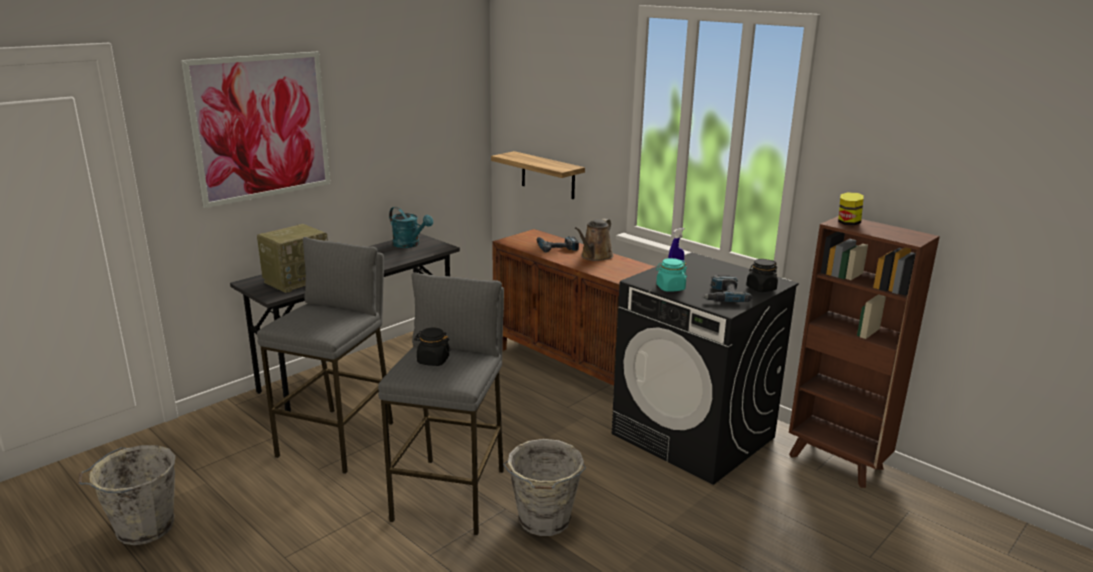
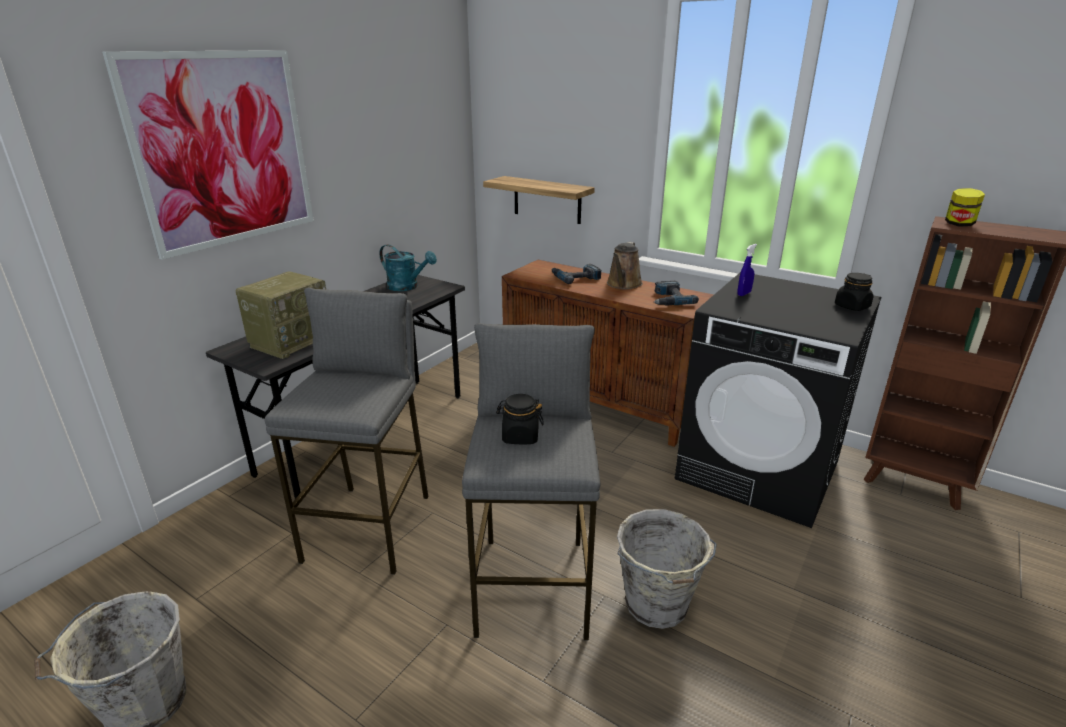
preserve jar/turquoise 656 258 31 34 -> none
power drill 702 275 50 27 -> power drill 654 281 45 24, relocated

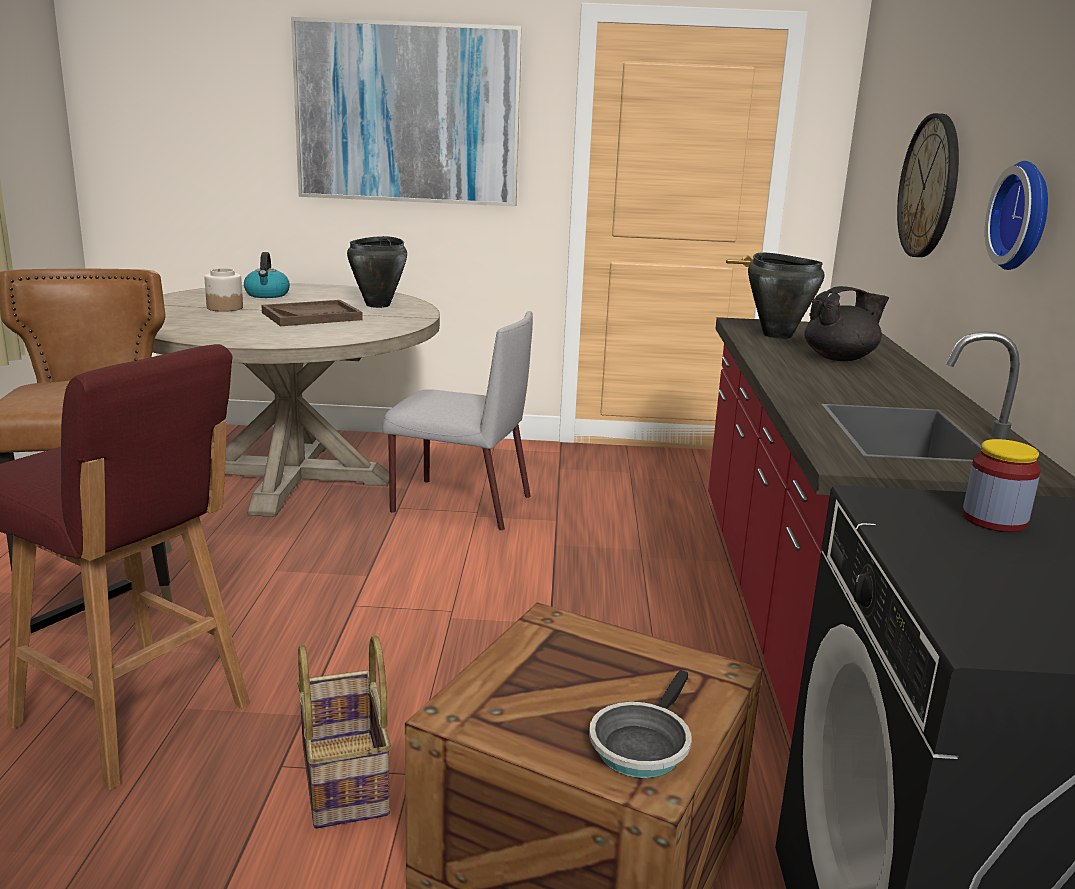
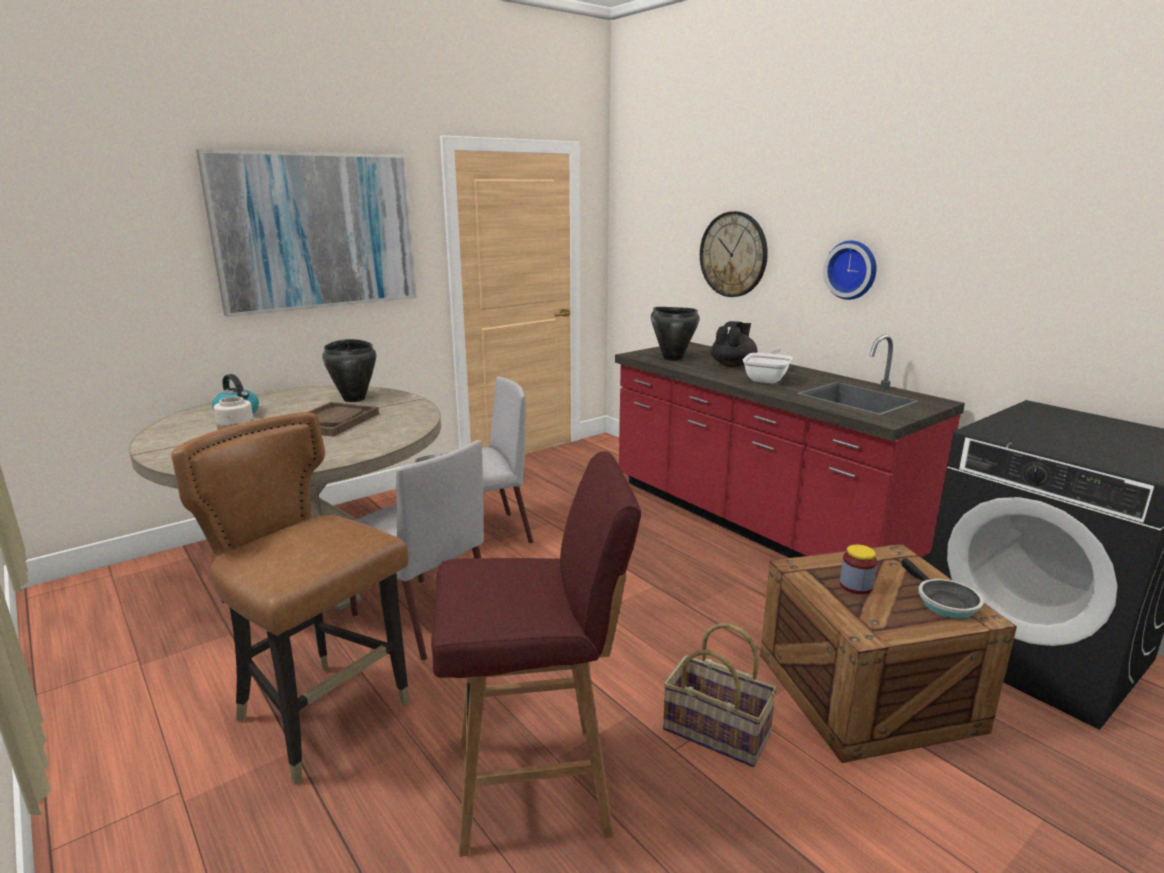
none -> plain chair/gray 350 440 133 221
none -> skillet 743 347 50 37
preserve jar 962 439 79 93 -> preserve jar 840 544 37 50, relocated

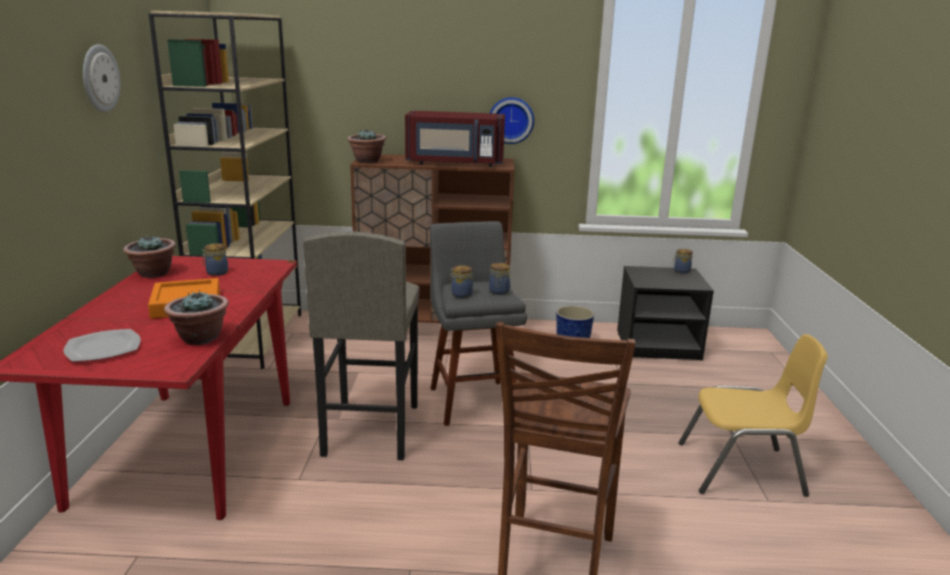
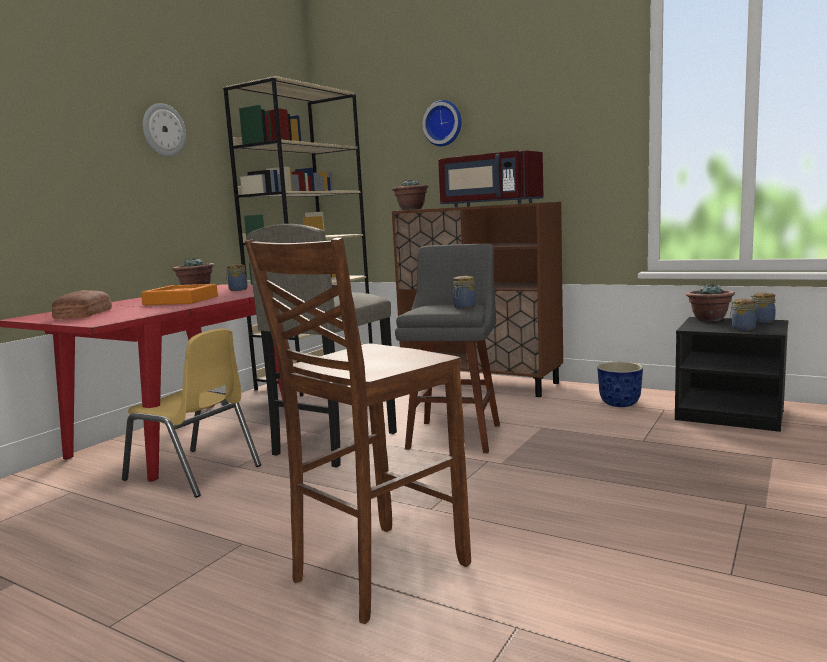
plant in a pot 164 290 65 55 -> plant in a pot 686 283 49 39, relocated
preserve jar 449 265 24 33 -> preserve jar 730 299 26 32, relocated
wall clock 490 97 44 47 -> wall clock 422 100 40 46, relocated
plain chair/yellow-coloured 679 334 149 163 -> plain chair/yellow-coloured 122 328 139 170, relocated
flat dish 63 329 78 33 -> bakery bread 52 290 60 29

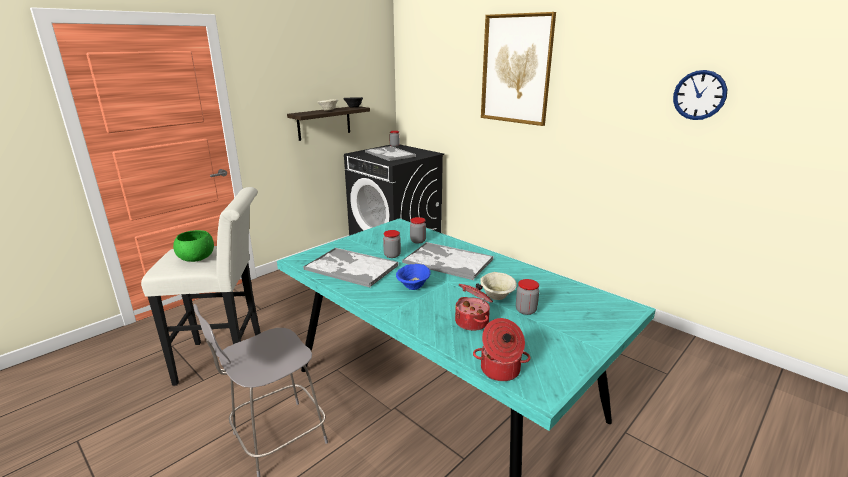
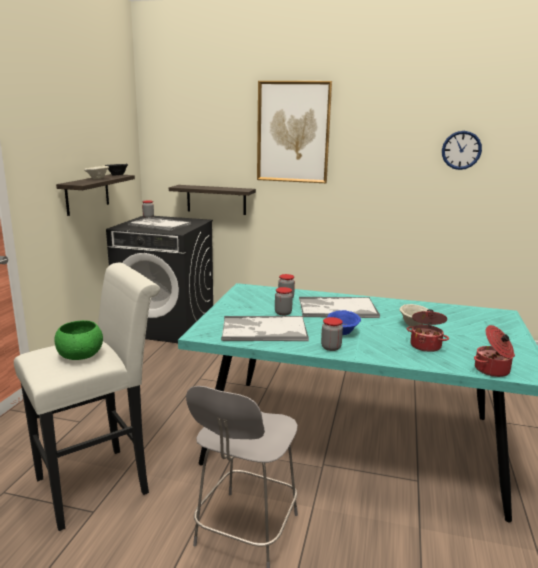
none -> shelf 169 185 87 30
preserve jar 516 279 23 36 -> preserve jar 321 317 22 34, relocated

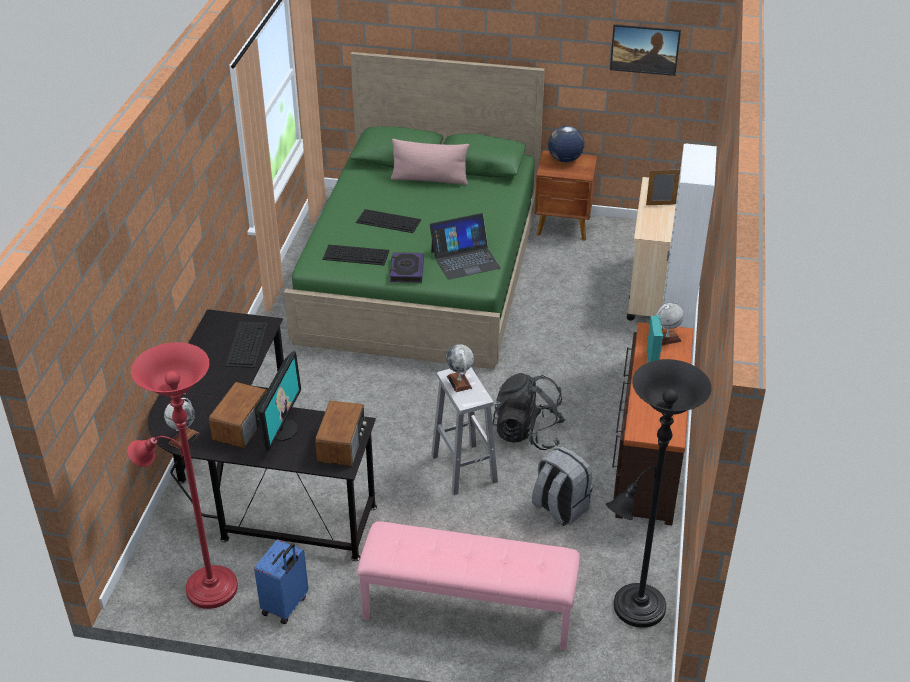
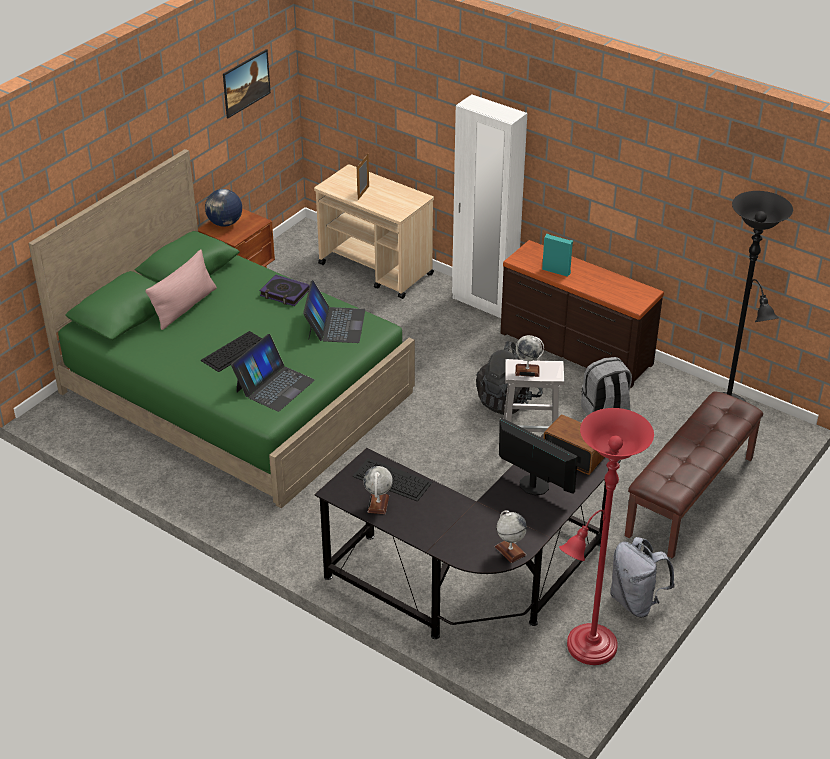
radio set 209 382 58 67 -> none
book 390 252 34 31 -> book 260 275 49 31, relocated
globe 656 302 28 44 -> globe 363 466 30 48, relocated
suitcase/blue-coloured 254 539 55 85 -> knapsack/gray 610 537 65 80
PC keyboard 322 245 68 20 -> portable computer 231 334 84 78
long seat/pinkish 357 522 223 128 -> long seat/brownish 625 391 138 168

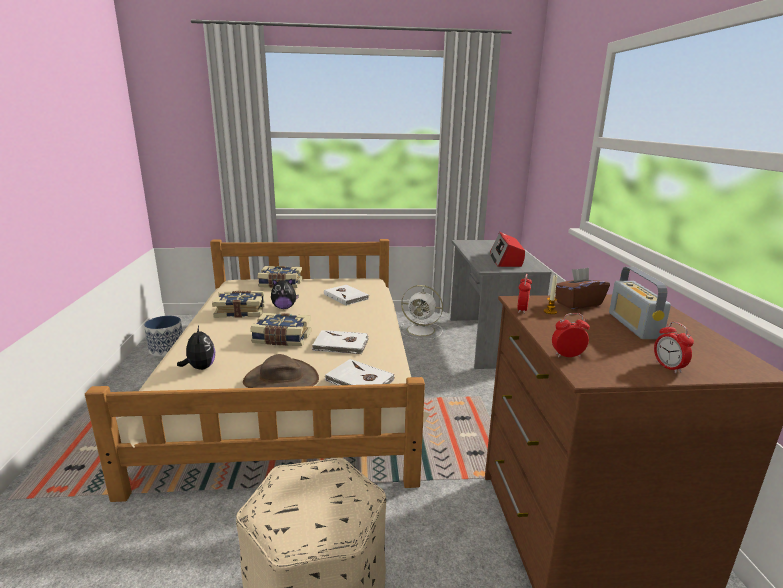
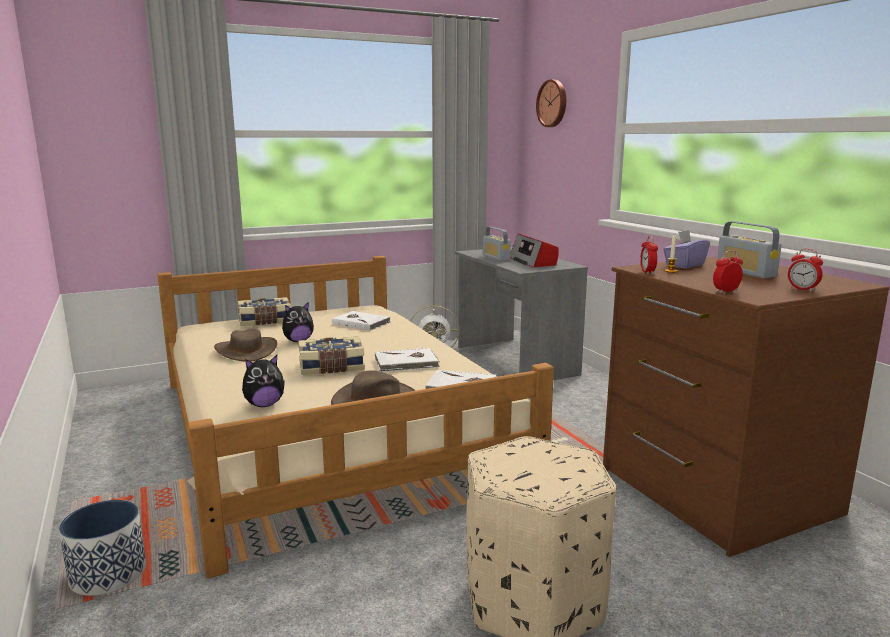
none -> radio set 483 227 28 34
none -> wall clock 536 79 30 48
flower pot 144 316 39 40 -> flower pot 59 500 87 96, relocated
book 212 291 53 27 -> wearable hat/brownish 214 328 63 34
tissue box/brownish 555 268 55 42 -> tissue box/purplish 663 230 47 39
soft toy 177 326 38 44 -> soft toy 242 355 43 52, 105 degrees clockwise

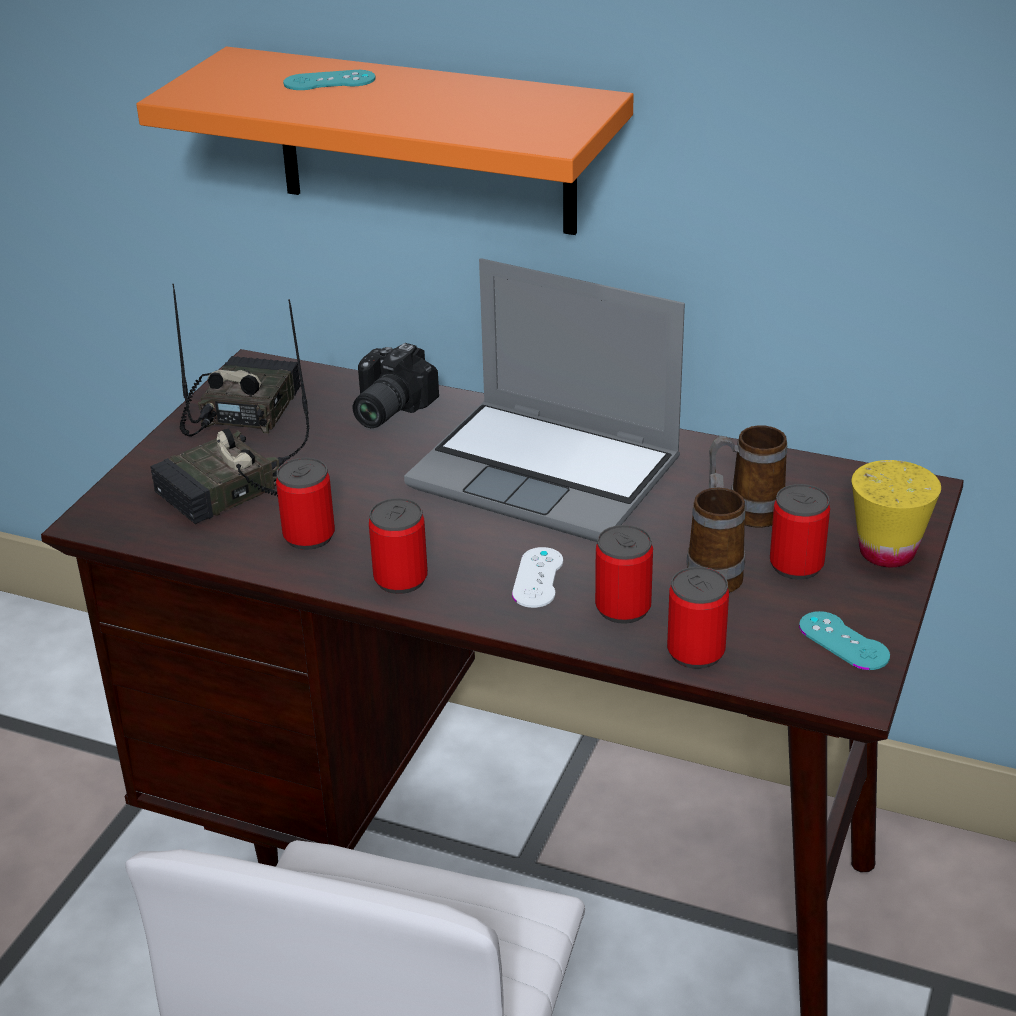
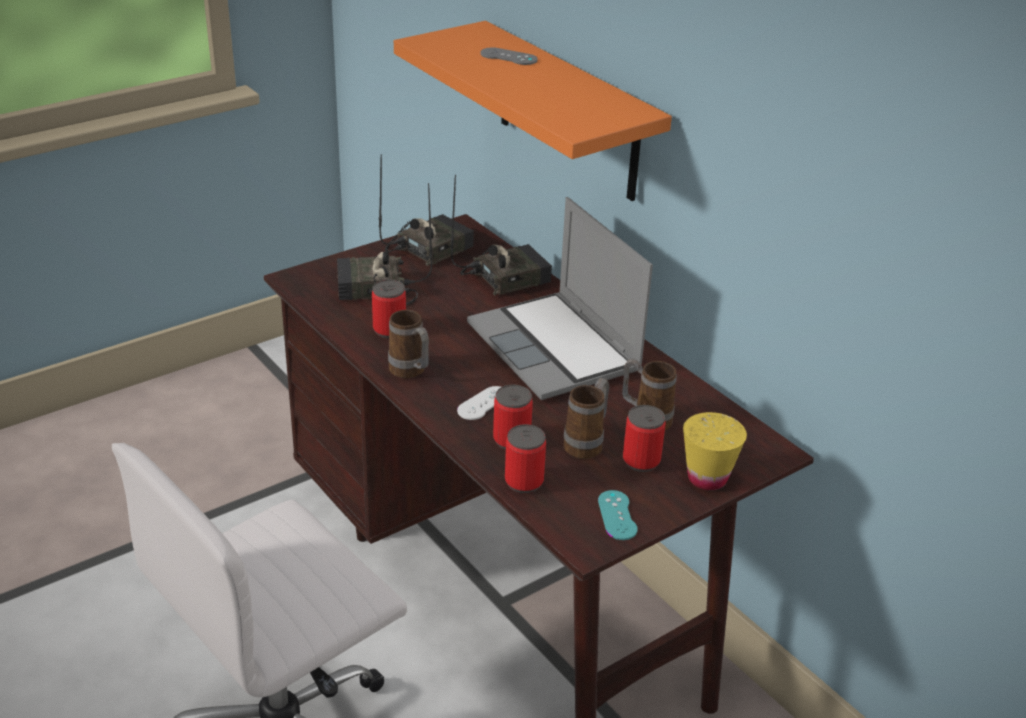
photo camera 352 343 87 85 -> radio set 450 175 102 120
sealed can 369 498 59 96 -> coffee mug 388 310 41 68
game controller/turquoise 283 70 93 20 -> game controller/gray 480 47 58 18

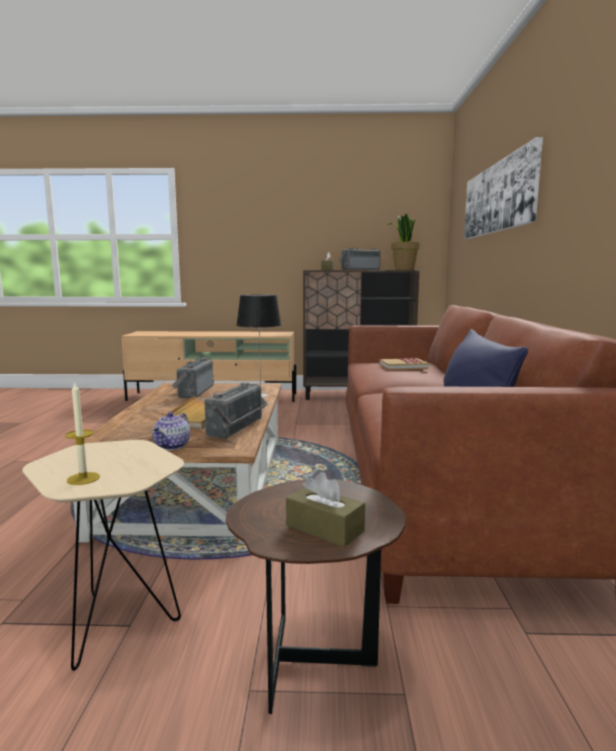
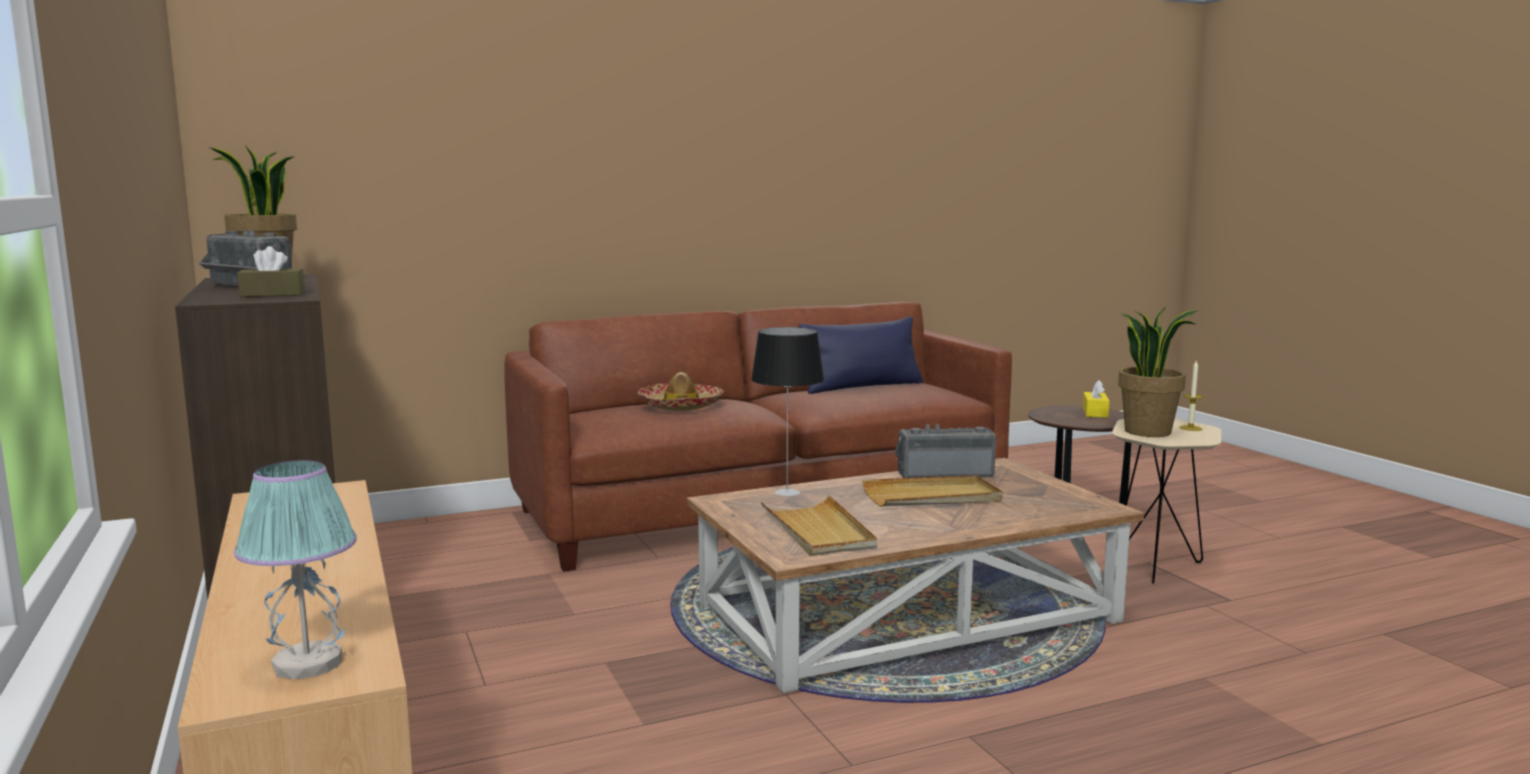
teapot 152 412 38 38 -> none
wall picture 464 137 79 102 -> none
none -> table lamp 234 460 123 219
none -> plant in a pot 1118 308 81 129
radio set 172 358 41 40 -> serving tray/beige 761 495 116 61
book 379 358 50 12 -> wearable hat 638 372 86 39
tissue box/brownish 286 472 79 75 -> tissue box/yellow-coloured 1083 380 27 38

